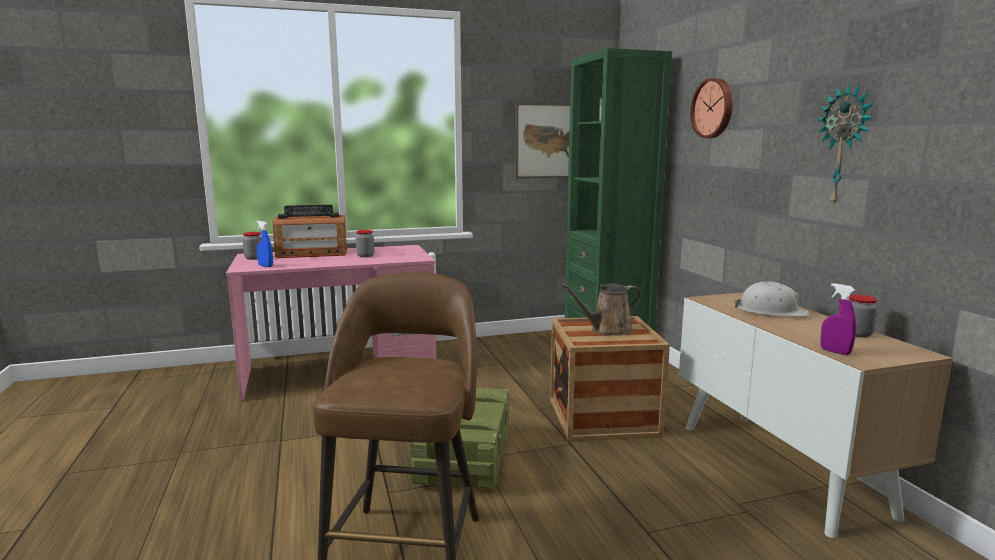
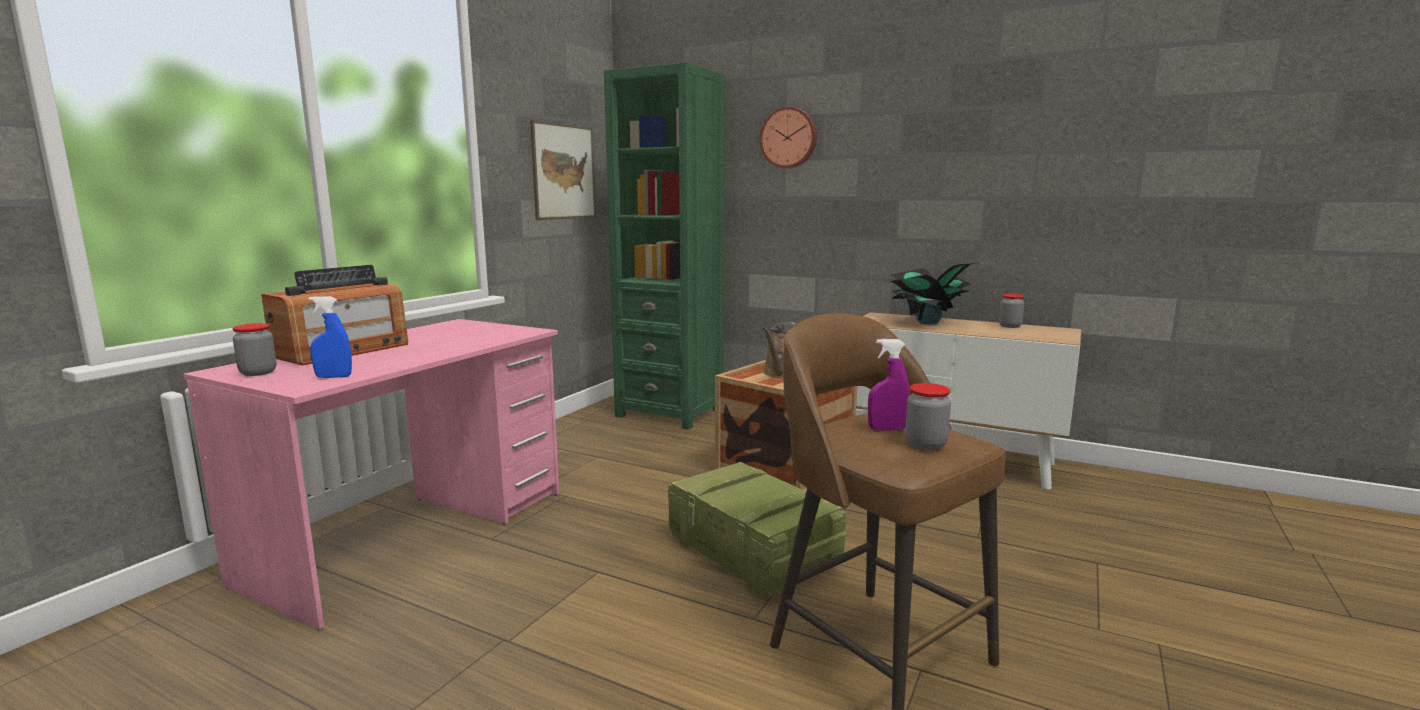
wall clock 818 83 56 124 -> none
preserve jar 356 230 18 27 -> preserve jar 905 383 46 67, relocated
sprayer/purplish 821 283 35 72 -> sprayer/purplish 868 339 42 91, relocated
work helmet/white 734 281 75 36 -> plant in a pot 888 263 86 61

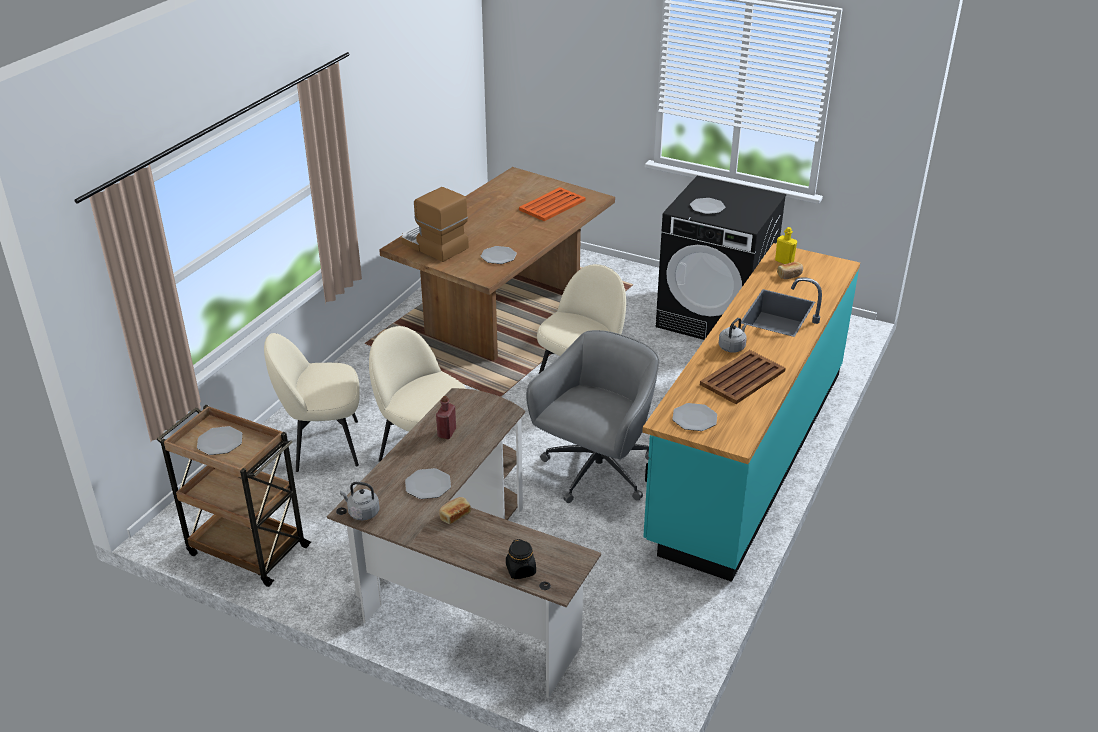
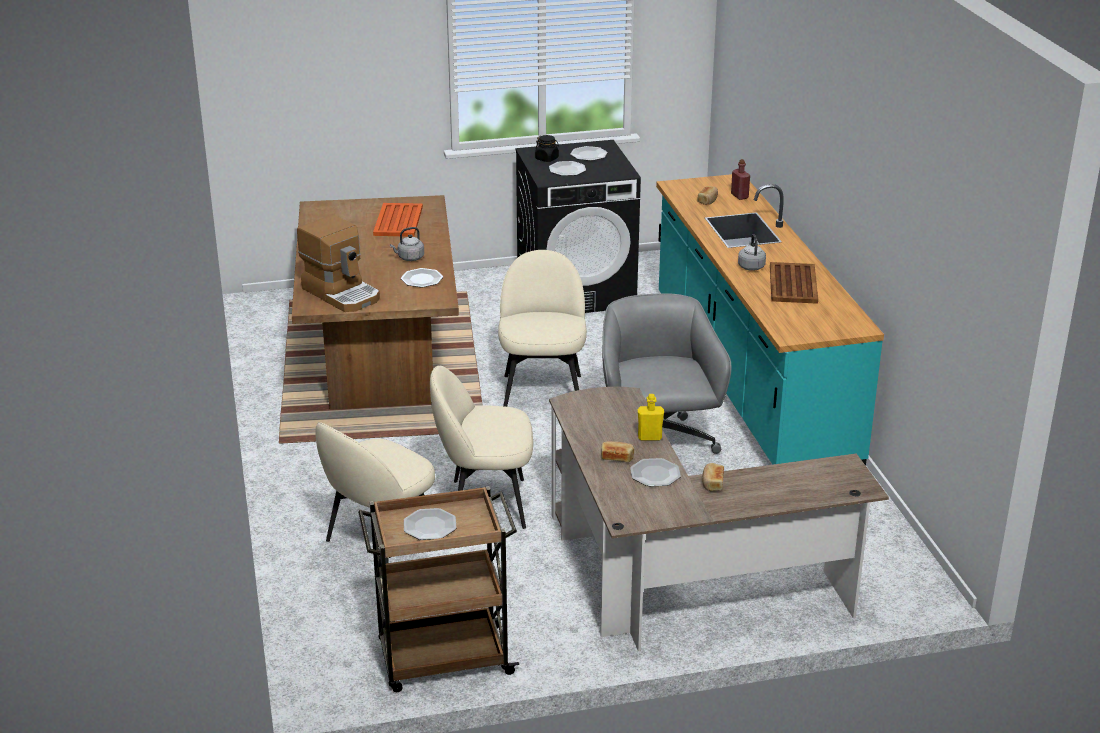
none -> bakery bread 601 441 33 21
water kettle/gray 340 482 40 38 -> water kettle/gray 390 227 34 34, relocated
beverage bottle/red 436 396 20 43 -> beverage bottle/red 731 159 19 41, relocated
preserve jar/black 506 539 30 40 -> preserve jar/black 535 135 24 27, relocated
flat dish 672 403 45 28 -> flat dish 570 146 38 15, relocated
beverage bottle/yellow-coloured 775 227 22 37 -> beverage bottle/yellow-coloured 638 394 26 47, relocated
coffee brewer 401 187 68 75 -> coffee brewer 297 215 83 97, 135 degrees counterclockwise

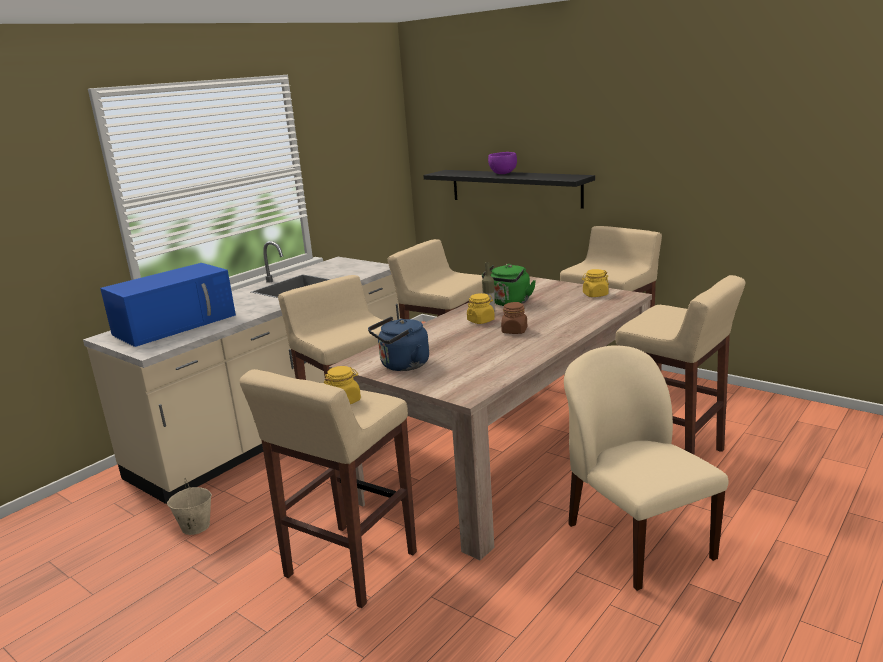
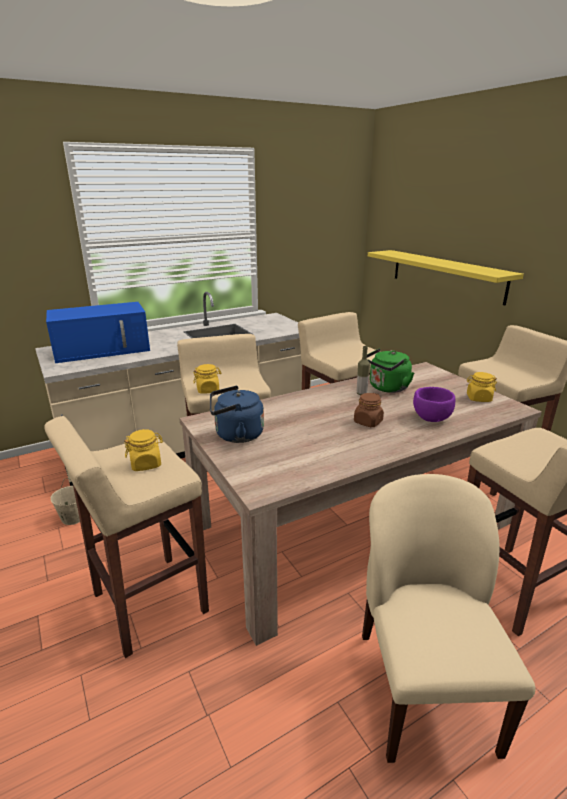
preserve jar/yellow-coloured 467 293 28 31 -> preserve jar/yellow-coloured 193 364 28 30, relocated
serving bowl/purplish 488 152 29 22 -> serving bowl/purplish 413 387 42 35, relocated
shelf/black 423 170 172 39 -> shelf/yellow-coloured 368 250 156 55

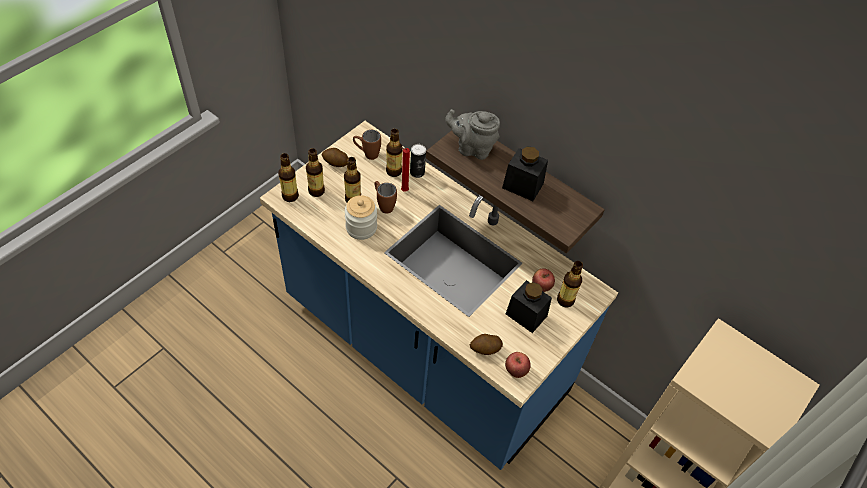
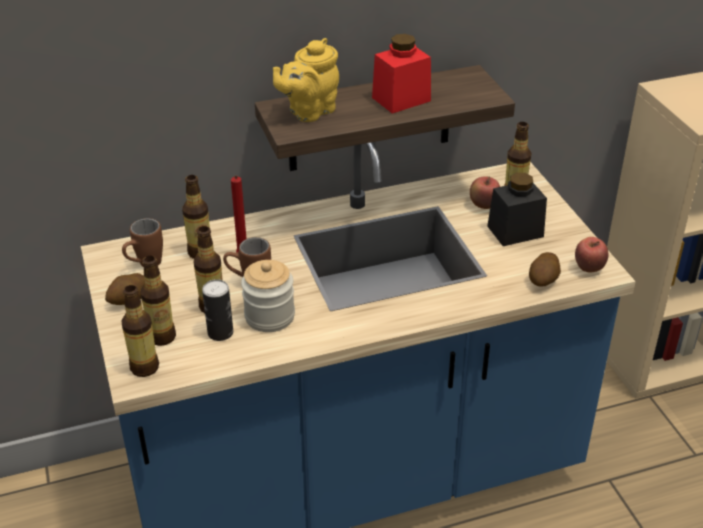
sealed can 410 144 16 34 -> sealed can 202 279 31 62, relocated
teapot/gray 445 109 55 51 -> teapot/yellow-coloured 273 38 66 84
preserve jar/black 502 147 46 54 -> preserve jar/red 372 34 59 80

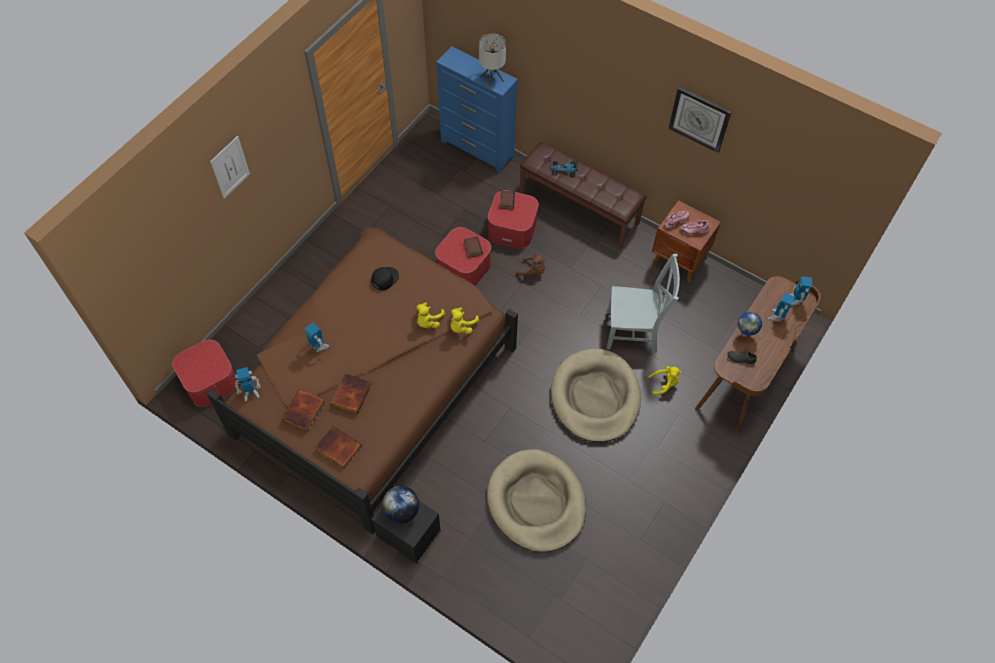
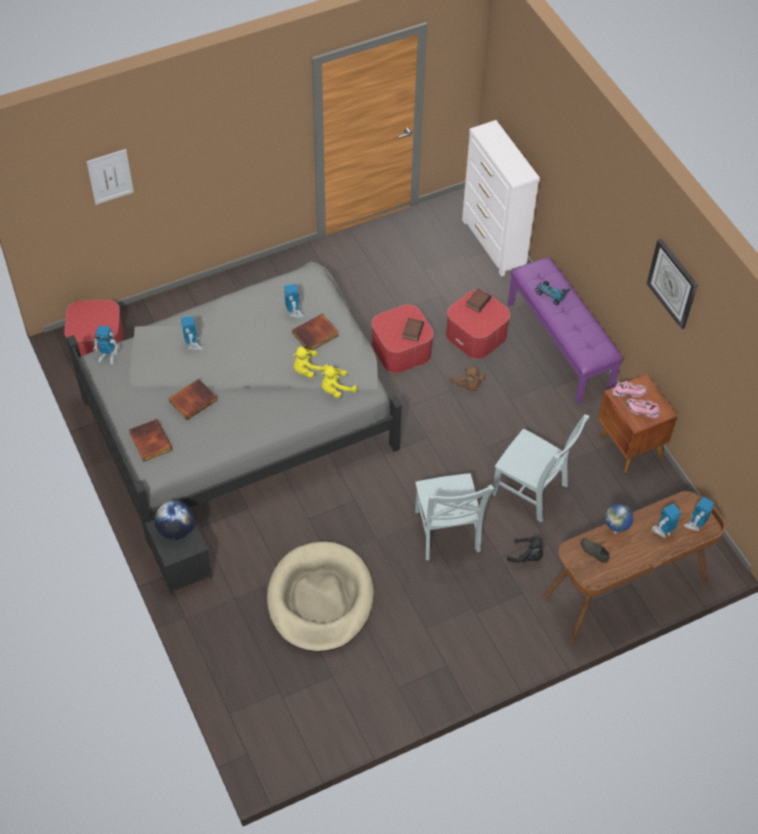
table lamp 479 34 27 54 -> none
wall picture 210 136 40 63 -> wall picture 86 149 48 56, relocated
book 281 389 44 43 -> book 292 314 47 36, relocated
cap/black 371 267 28 23 -> toy robot 284 283 20 35
dog bed/beige 551 348 90 94 -> plain chair/gray 415 473 79 87
bed/brownish 207 228 311 306 -> bed/gray 67 261 335 287
dresser/blue-coloured 436 46 82 127 -> dresser/white 462 120 78 157
long seat/brownish 520 142 127 105 -> long seat/purplish 508 258 115 147
soft toy/yellow-coloured 648 366 34 29 -> soft toy/black 507 536 37 27

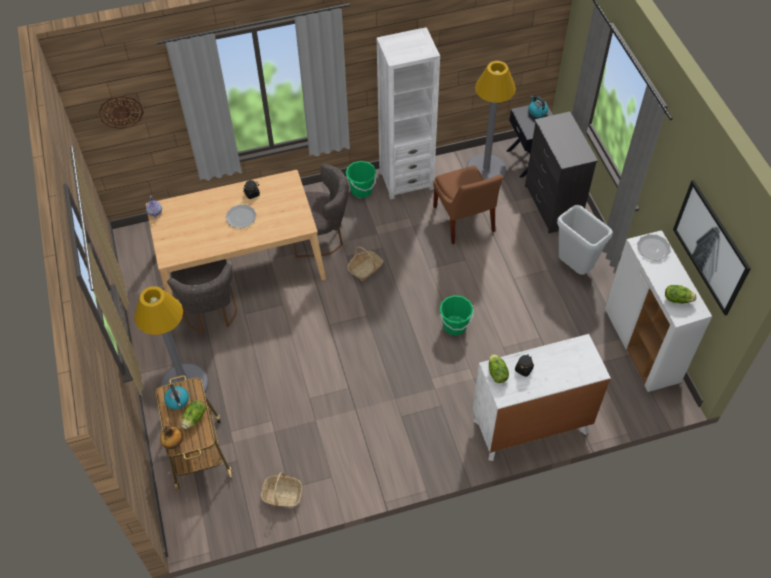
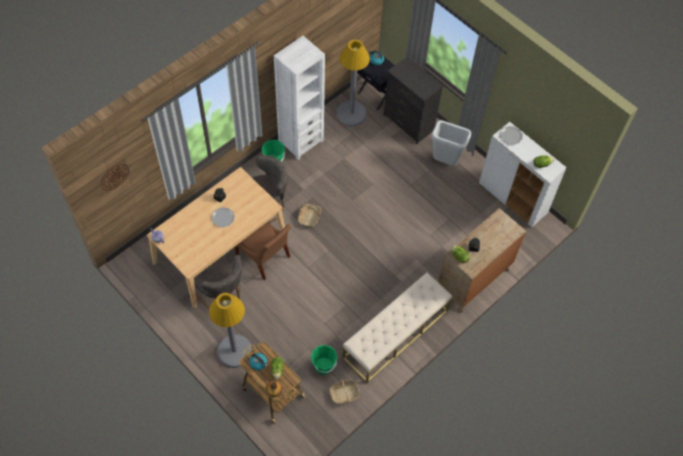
wall picture 673 180 78 135 -> none
none -> long seat/beige 342 273 110 110
plain chair/brownish 433 165 71 79 -> plain chair/brownish 235 222 56 58, relocated
pail/greenish 440 295 34 40 -> pail/greenish 311 345 26 30, relocated
dresser/white 473 334 138 127 -> dresser/brownish 438 208 88 105

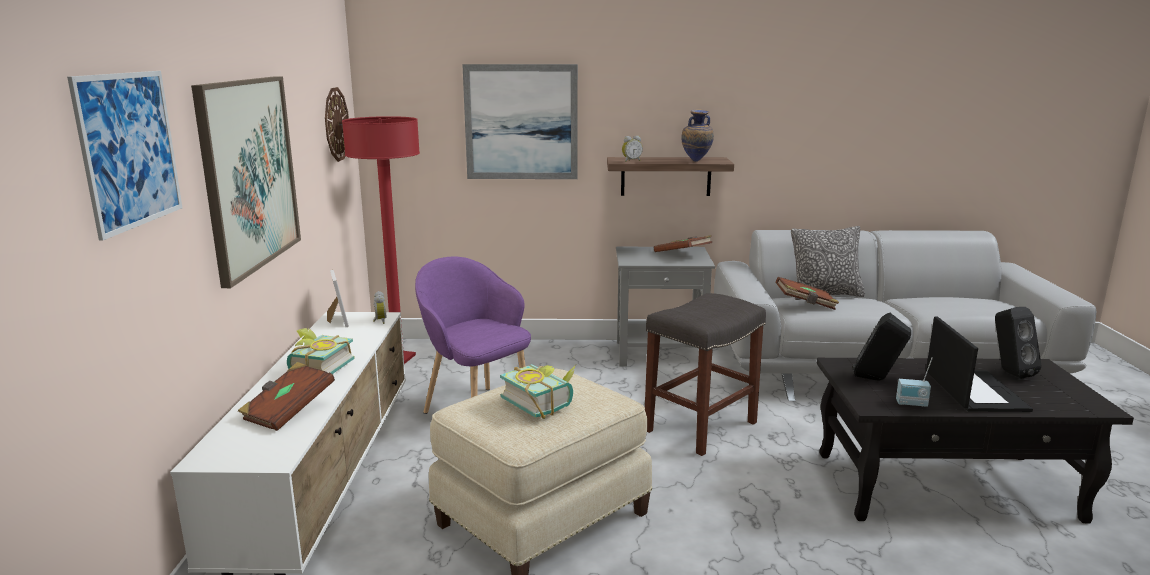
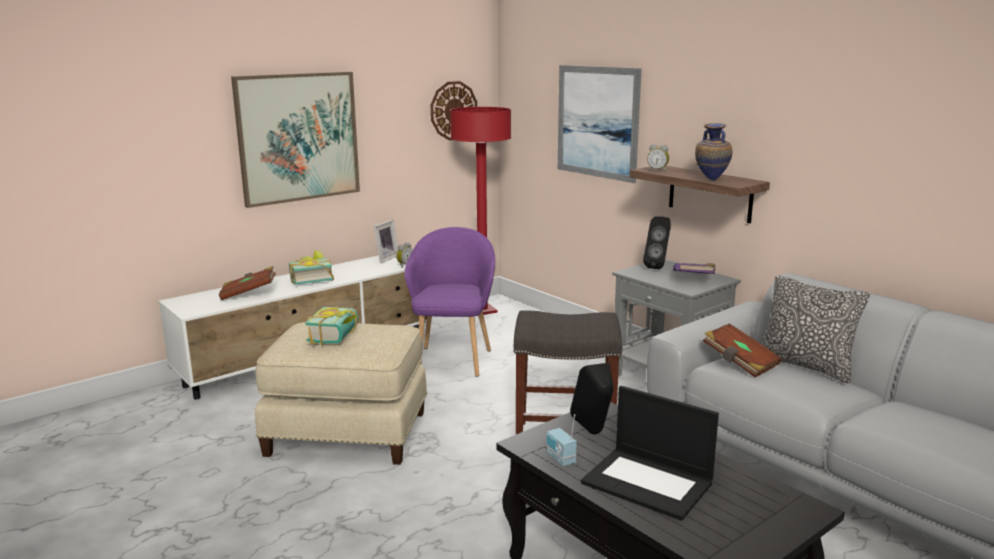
wall picture 67 71 115 170 -> none
speaker/black 995 307 47 71 -> speaker/black 643 216 28 53, relocated
book/brownish 654 235 58 17 -> book/purplish 673 263 42 11
portable computer 926 316 107 96 -> portable computer 581 386 138 135, 75 degrees clockwise

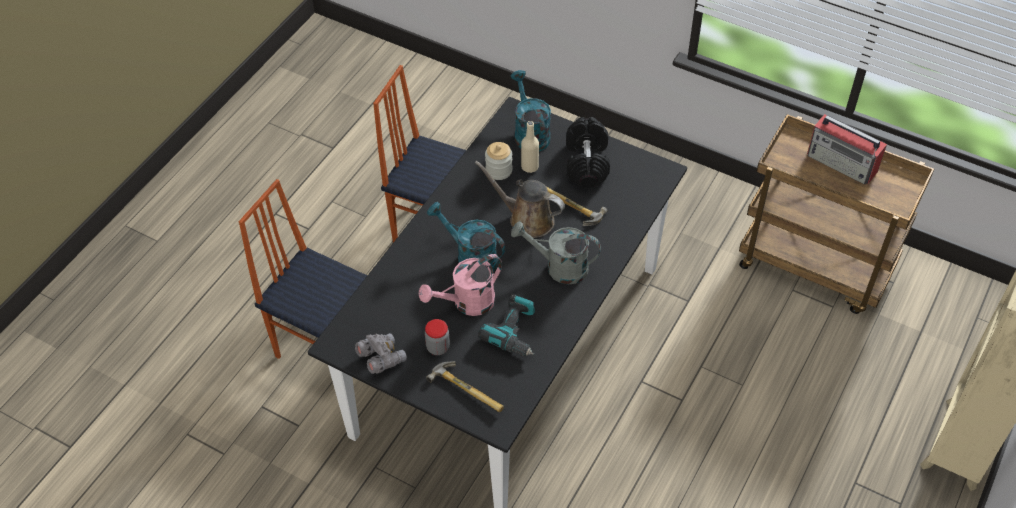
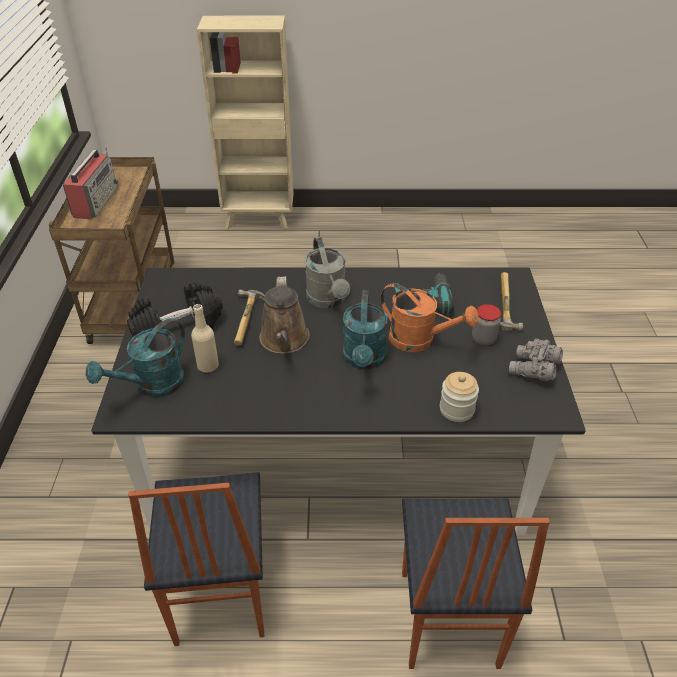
preserve jar 485 142 28 38 -> preserve jar 440 372 39 50, relocated
watering can/pinkish 419 254 83 62 -> watering can/orange 380 283 99 69

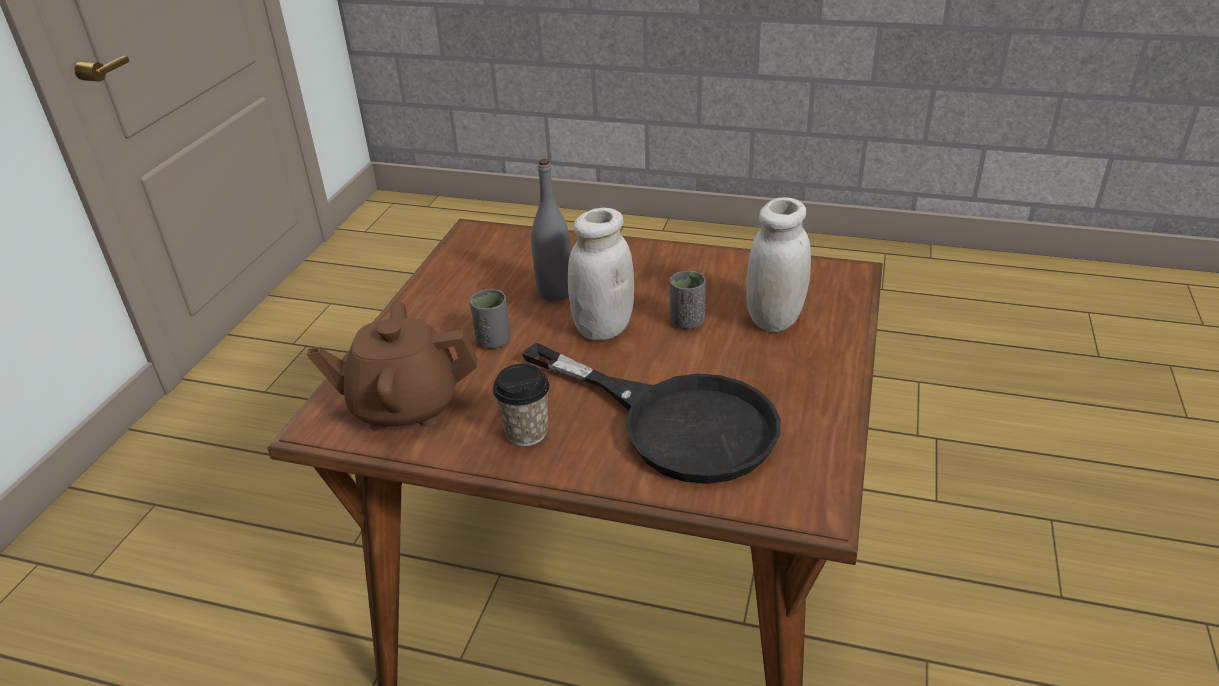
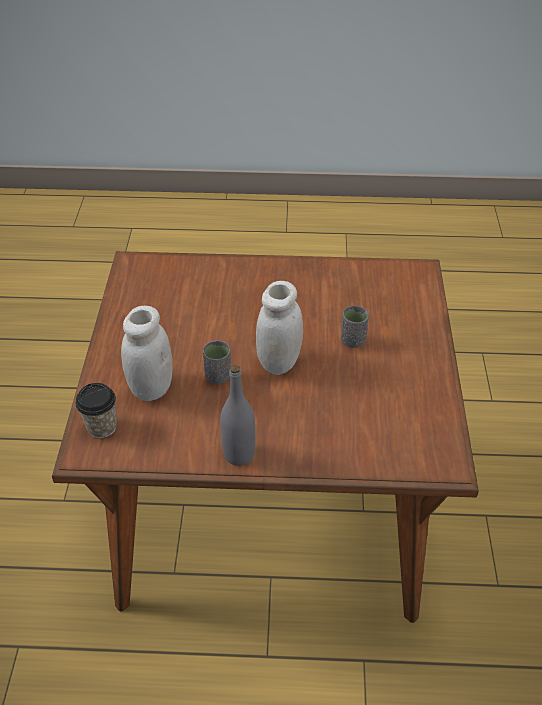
teapot/brownish 307 301 171 130 -> none
skillet/black 522 343 259 141 -> none
drinking cup 493 364 57 82 -> drinking cup 75 383 42 55, relocated
beverage bottle/gray 531 159 40 143 -> beverage bottle/gray 220 365 35 101, relocated

